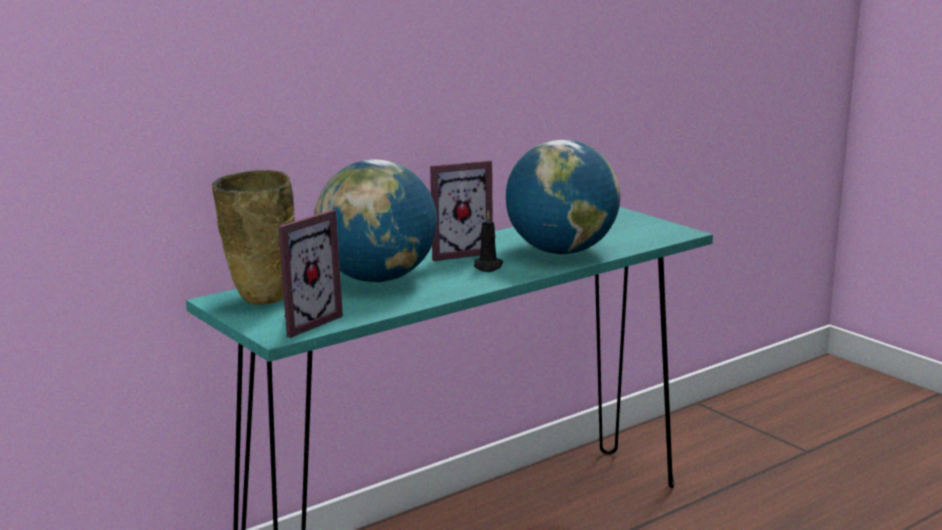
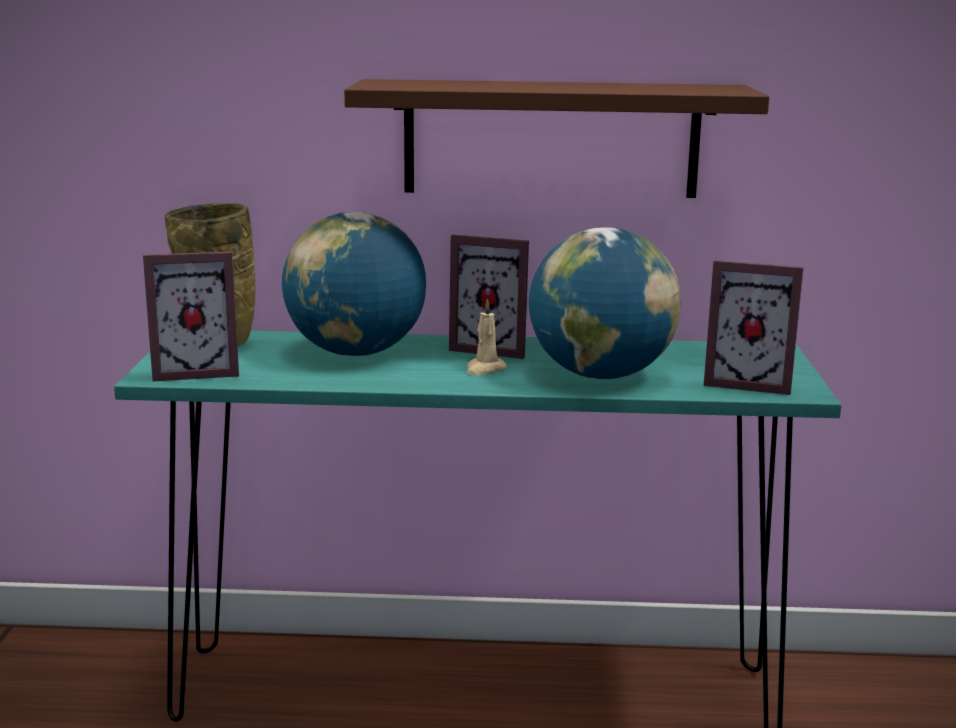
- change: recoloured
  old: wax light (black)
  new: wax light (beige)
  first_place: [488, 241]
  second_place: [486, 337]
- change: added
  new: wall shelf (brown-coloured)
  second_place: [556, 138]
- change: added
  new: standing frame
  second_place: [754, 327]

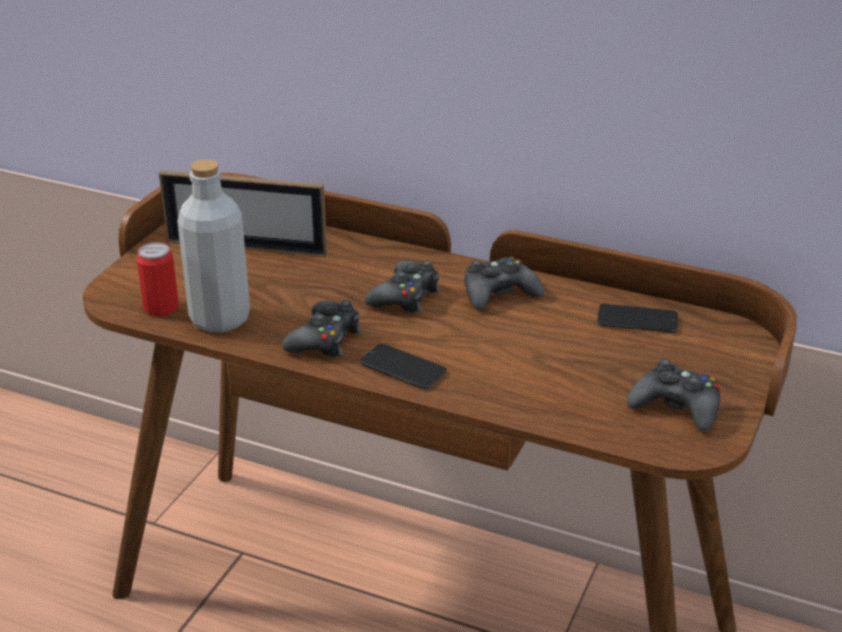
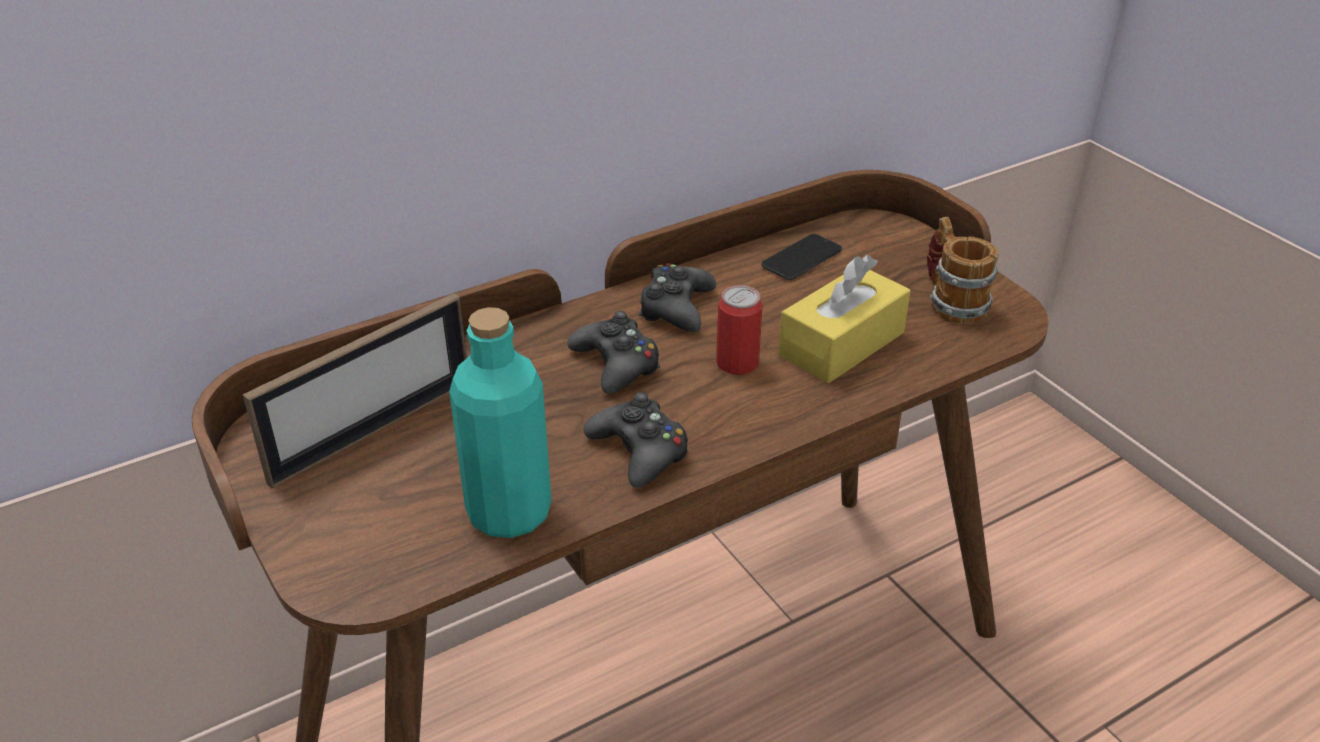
- change: recoloured
  old: beverage bottle (greyish)
  new: beverage bottle (blue-green)
  first_place: [213, 245]
  second_place: [500, 422]
- change: moved
  old: metal can
  first_place: [157, 279]
  second_place: [739, 330]
- change: removed
  old: handset
  first_place: [403, 366]
- change: replaced
  old: gamepad (black)
  new: coffee mug
  first_place: [673, 395]
  second_place: [962, 270]
- change: added
  new: box of tissues (yellowish)
  second_place: [844, 319]

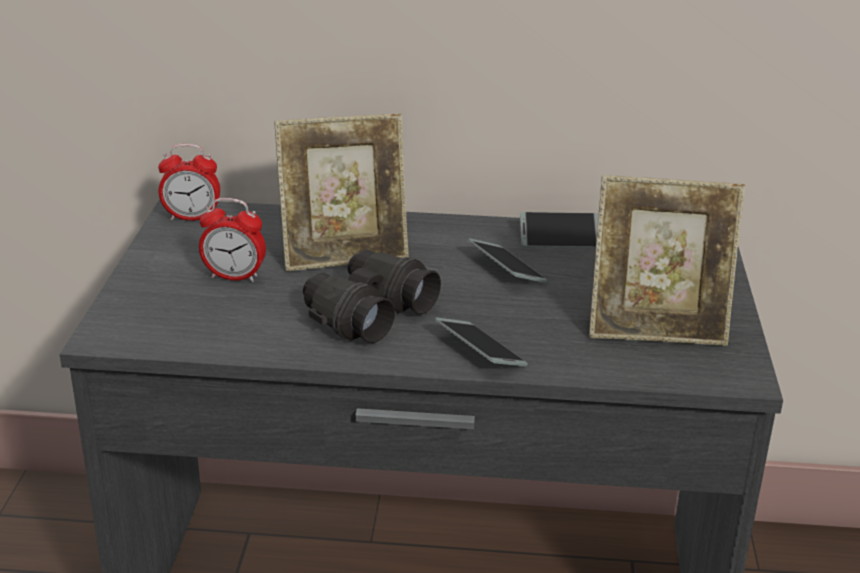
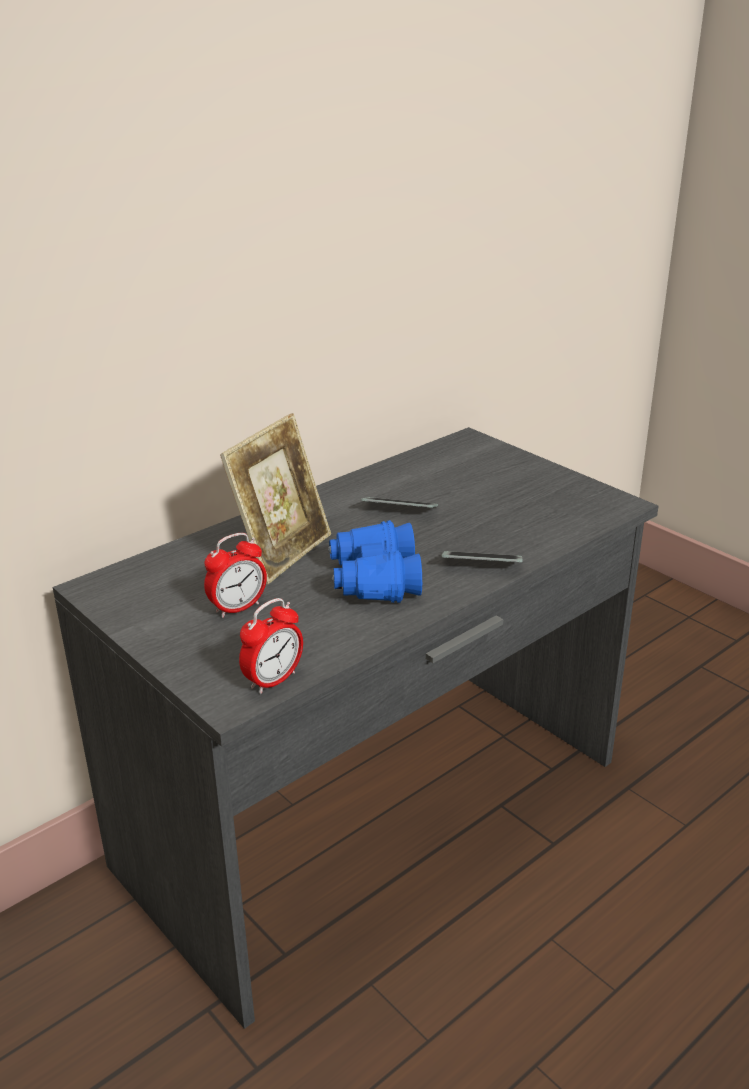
- change: moved
  old: table clock
  first_place: [189, 182]
  second_place: [271, 646]
- change: removed
  old: standing frame
  first_place: [667, 260]
- change: removed
  old: handset
  first_place: [559, 230]
- change: recoloured
  old: binoculars (black)
  new: binoculars (bluish)
  first_place: [372, 296]
  second_place: [375, 561]

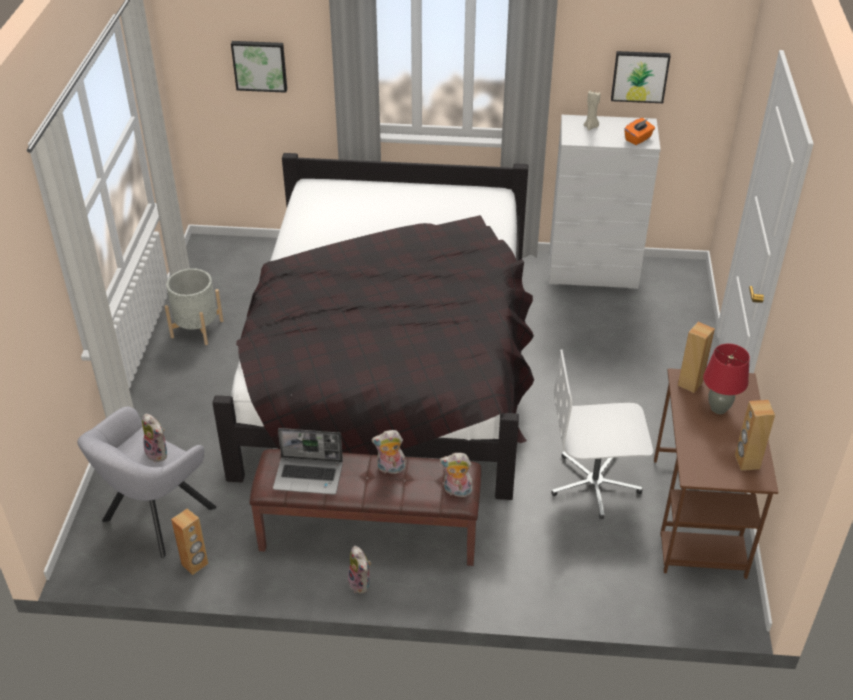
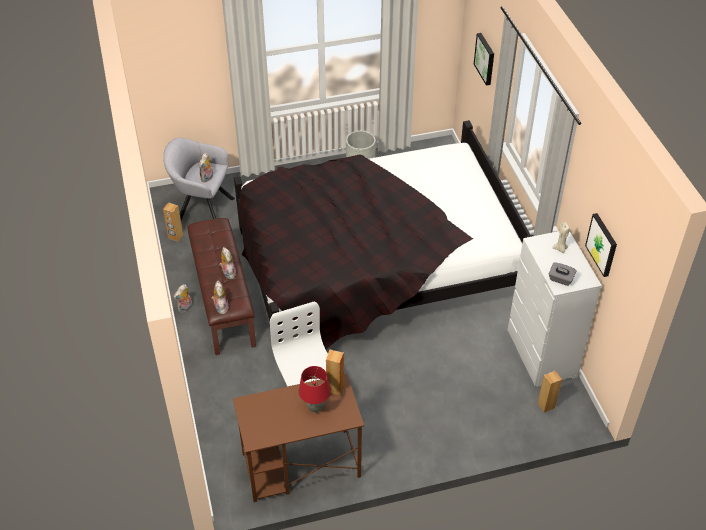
- change: recoloured
  old: box of tissues (orangey)
  new: box of tissues (greyish)
  first_place: [639, 131]
  second_place: [563, 274]
- change: moved
  old: audio speaker (brown-coloured)
  first_place: [755, 435]
  second_place: [549, 392]
- change: removed
  old: portable computer
  first_place: [308, 461]

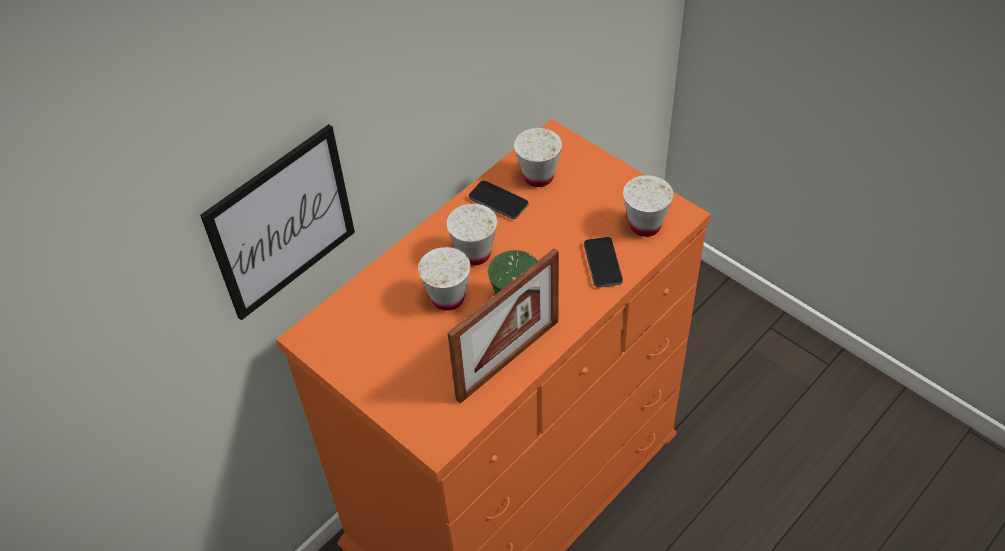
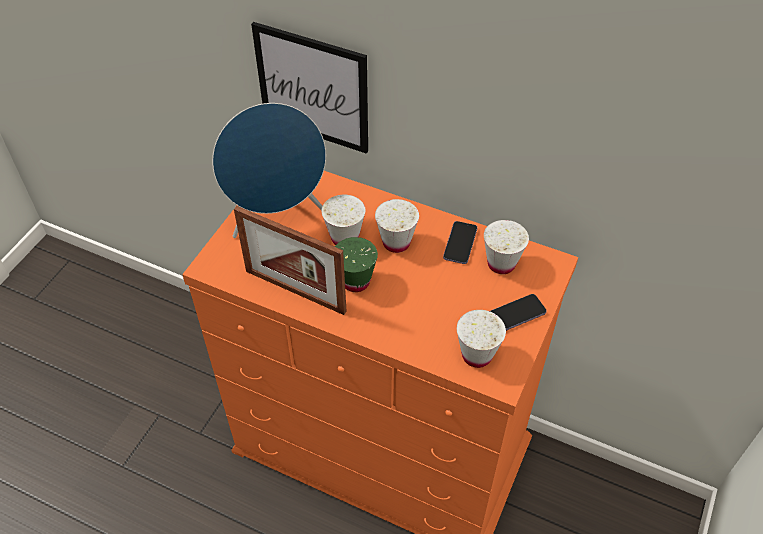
- change: moved
  old: handset
  first_place: [603, 262]
  second_place: [518, 312]
- change: added
  new: audio speaker (bluish)
  second_place: [269, 170]

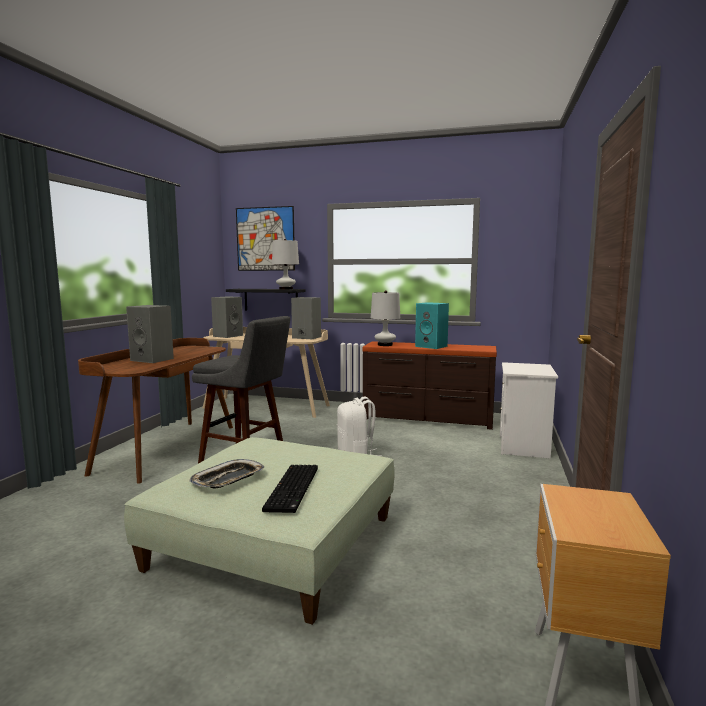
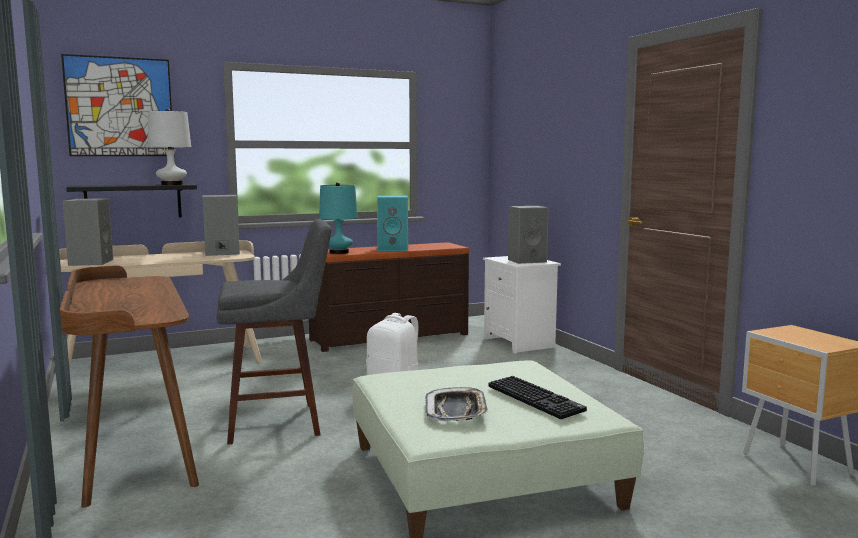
- change: recoloured
  old: lamp for a table (white-coloured)
  new: lamp for a table (blue-green)
  first_place: [385, 318]
  second_place: [338, 218]
- change: moved
  old: audio speaker (greyish)
  first_place: [150, 334]
  second_place: [528, 235]

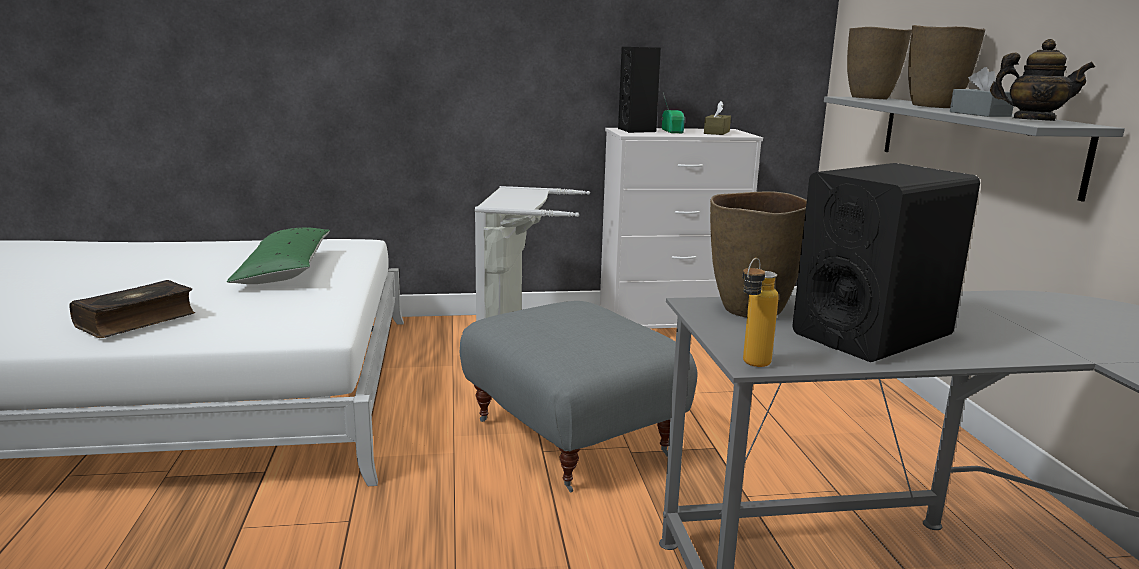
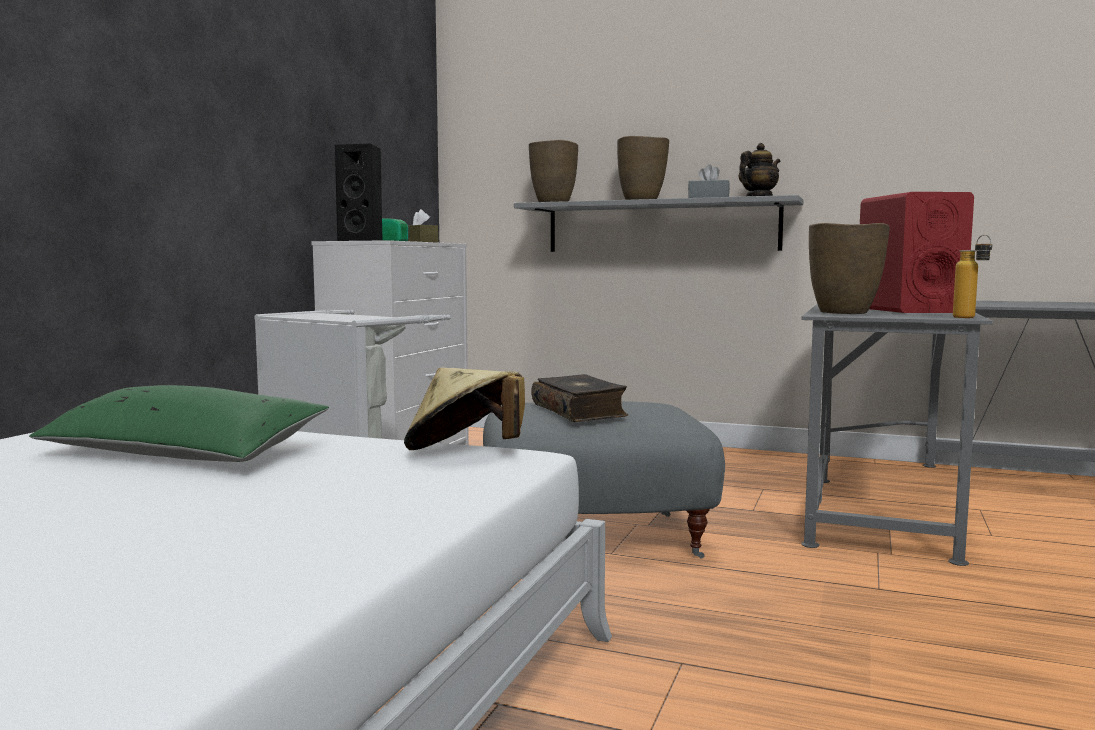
- change: recoloured
  old: audio speaker (black)
  new: audio speaker (red-coloured)
  first_place: [886, 262]
  second_place: [917, 252]
- change: moved
  old: book
  first_place: [132, 309]
  second_place: [579, 398]
- change: added
  new: hat (beige)
  second_place: [464, 408]

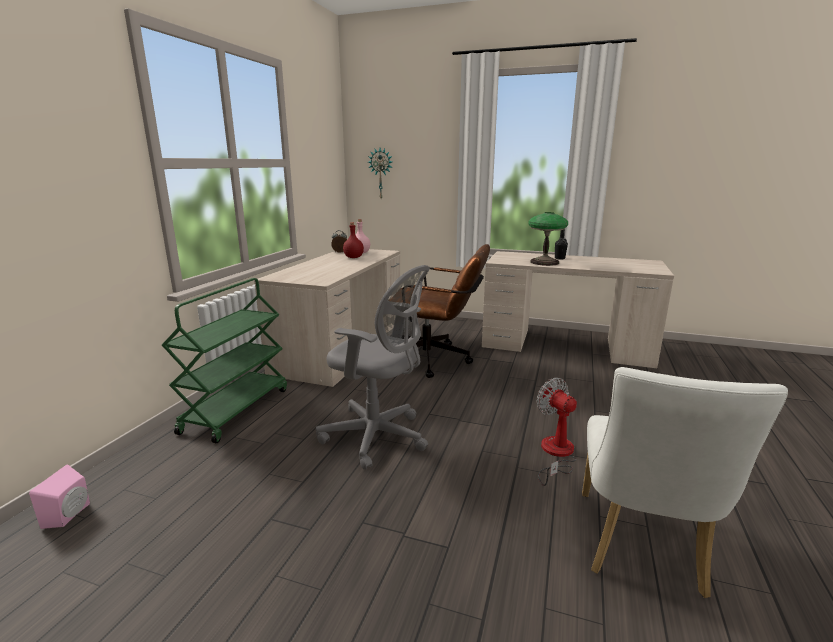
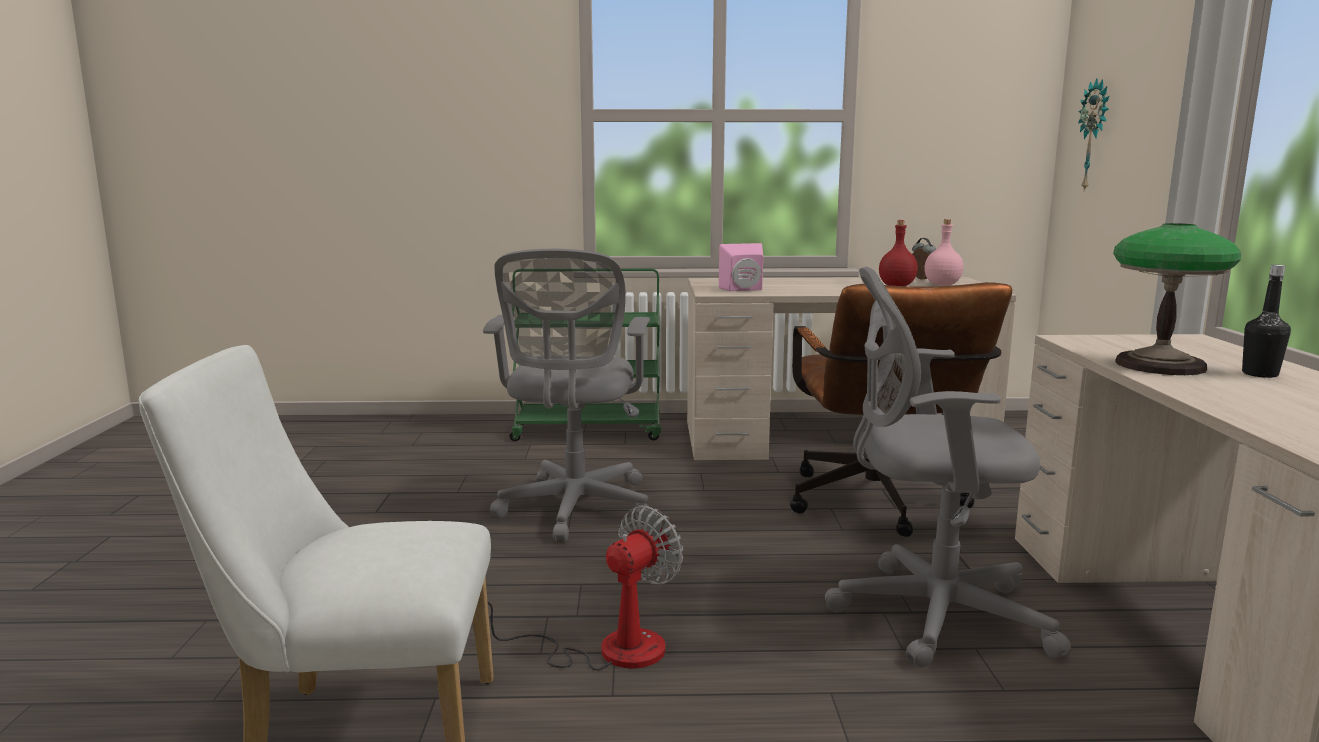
- change: moved
  old: audio speaker (pink)
  first_place: [59, 496]
  second_place: [741, 267]
- change: added
  new: desk chair (greyish)
  second_place: [948, 467]

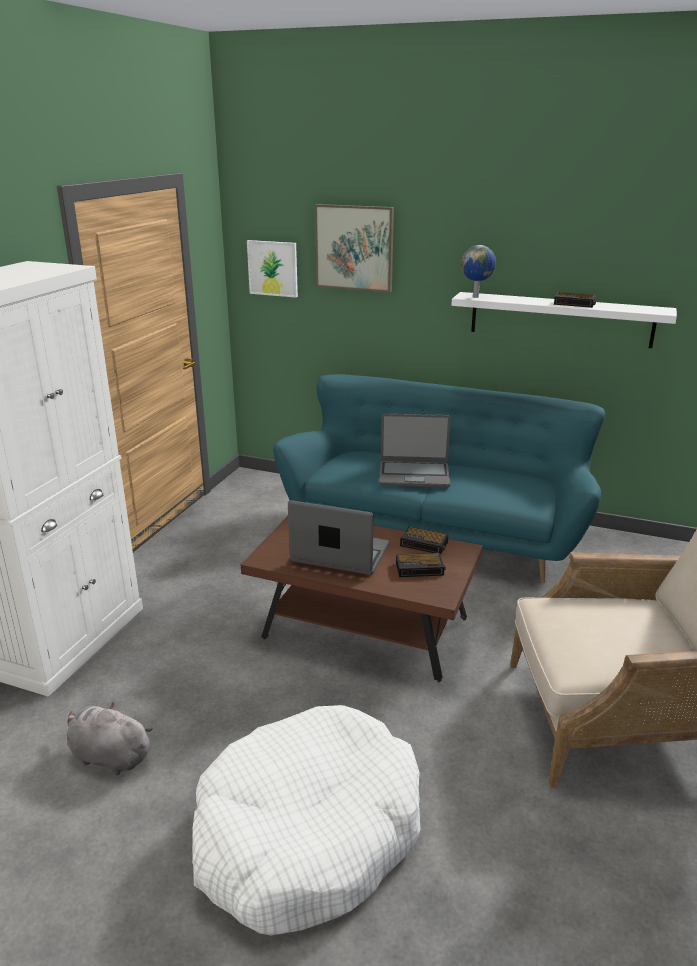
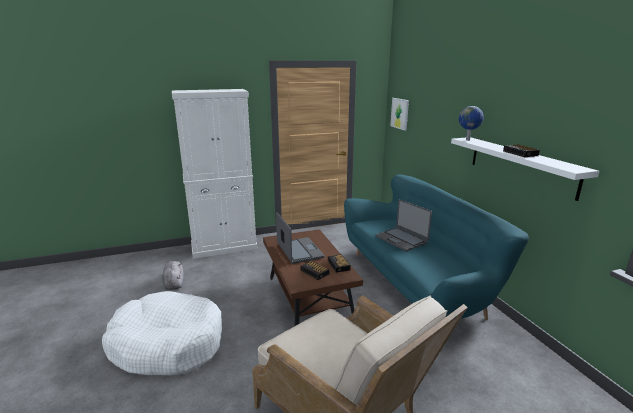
- change: removed
  old: picture
  first_place: [354, 248]

